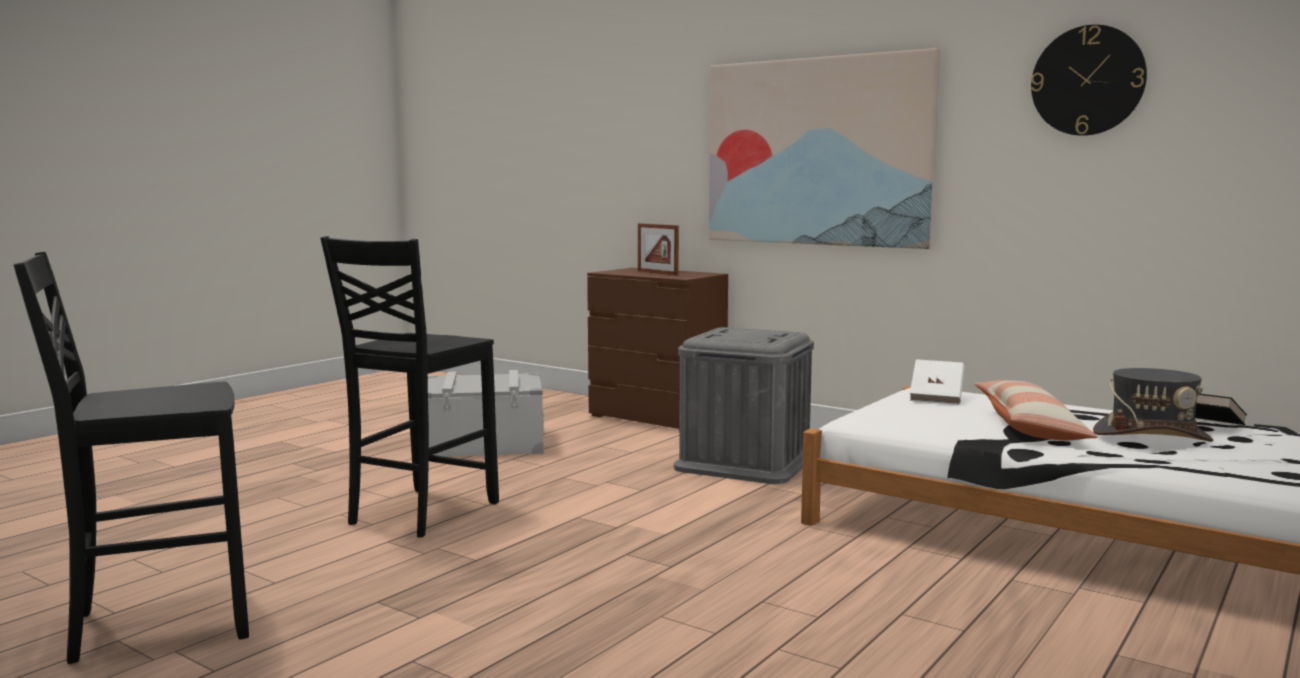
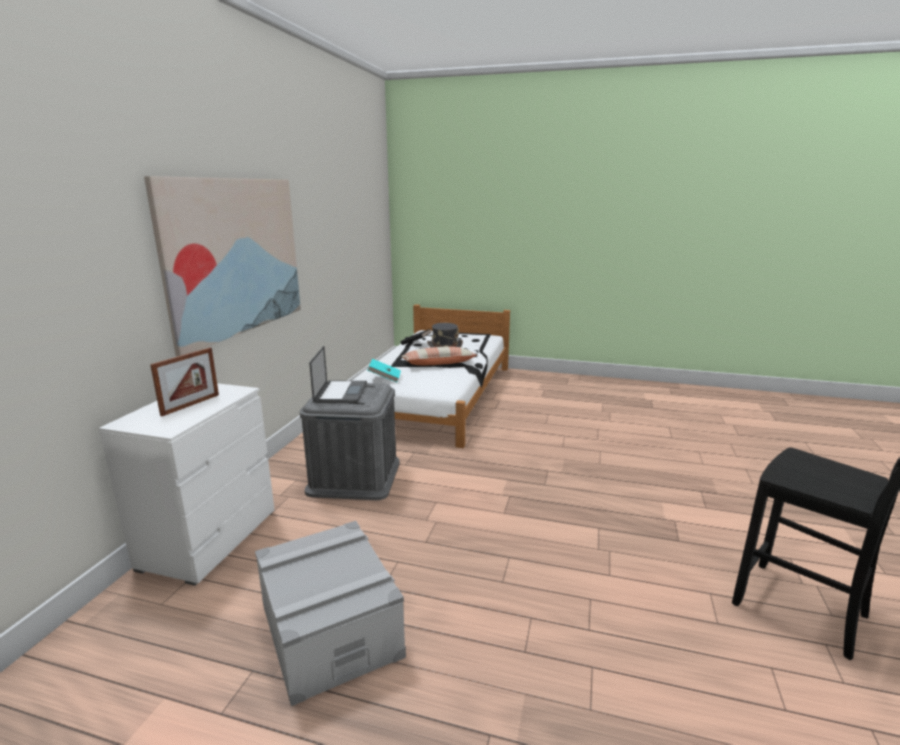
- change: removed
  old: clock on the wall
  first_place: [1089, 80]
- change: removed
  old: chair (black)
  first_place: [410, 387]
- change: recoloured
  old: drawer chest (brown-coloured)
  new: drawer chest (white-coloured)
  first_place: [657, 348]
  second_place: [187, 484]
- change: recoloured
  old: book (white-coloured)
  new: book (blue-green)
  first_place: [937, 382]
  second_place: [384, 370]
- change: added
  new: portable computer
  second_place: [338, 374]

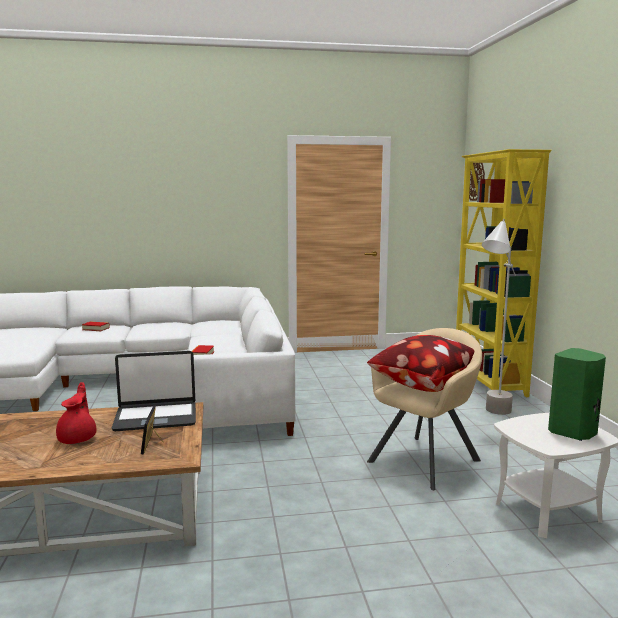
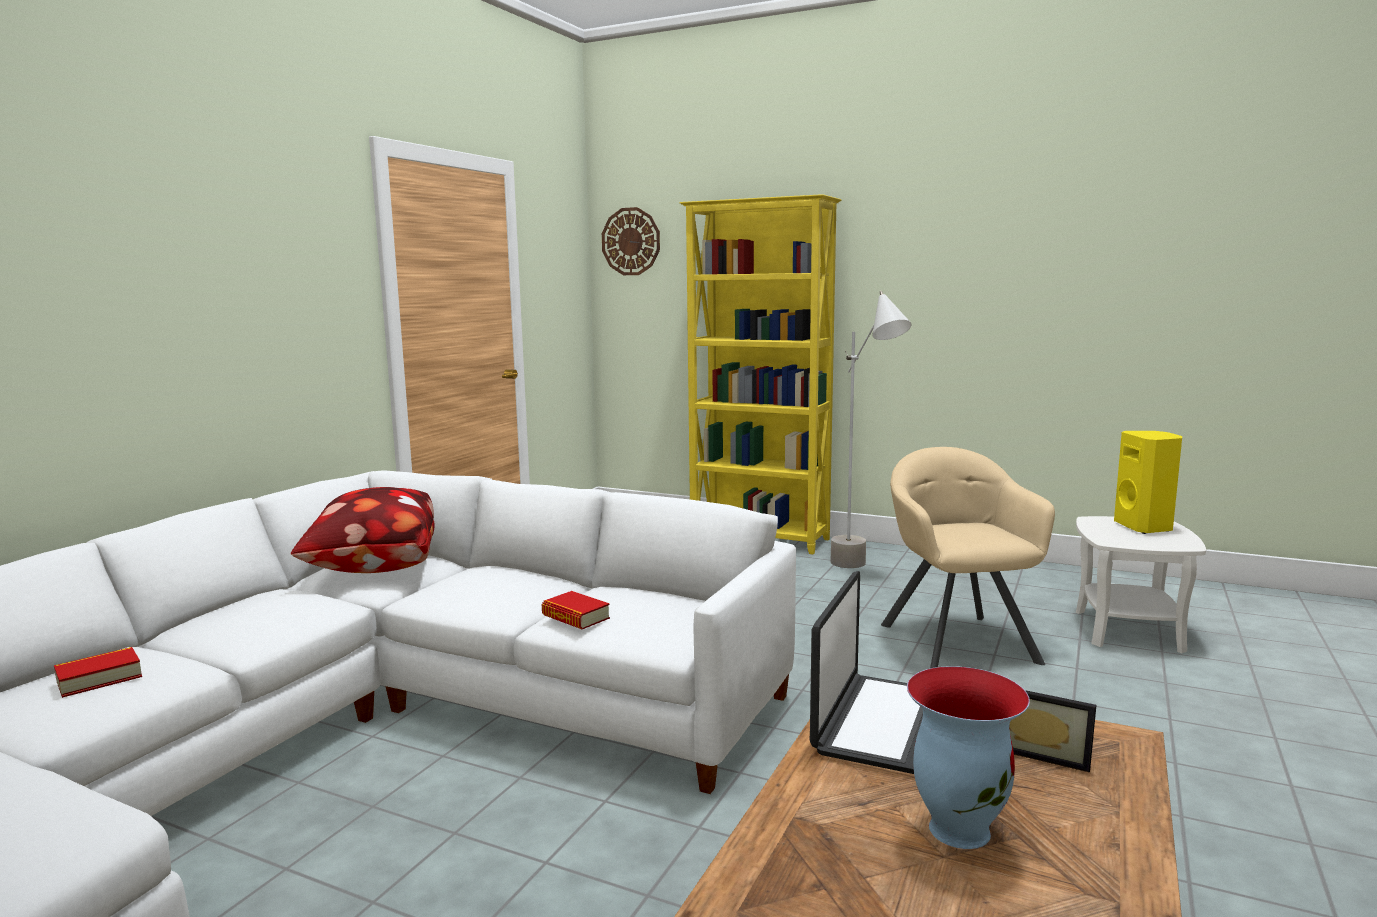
- change: moved
  old: pillow
  first_place: [421, 363]
  second_place: [362, 530]
- change: recoloured
  old: audio speaker (green-coloured)
  new: audio speaker (yellowish)
  first_place: [577, 394]
  second_place: [1148, 482]
- change: replaced
  old: pot for tea (red-coloured)
  new: flower vase
  first_place: [76, 413]
  second_place: [968, 757]

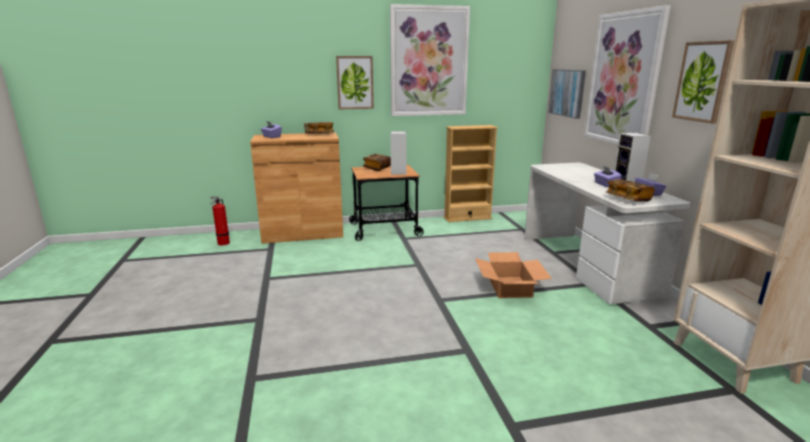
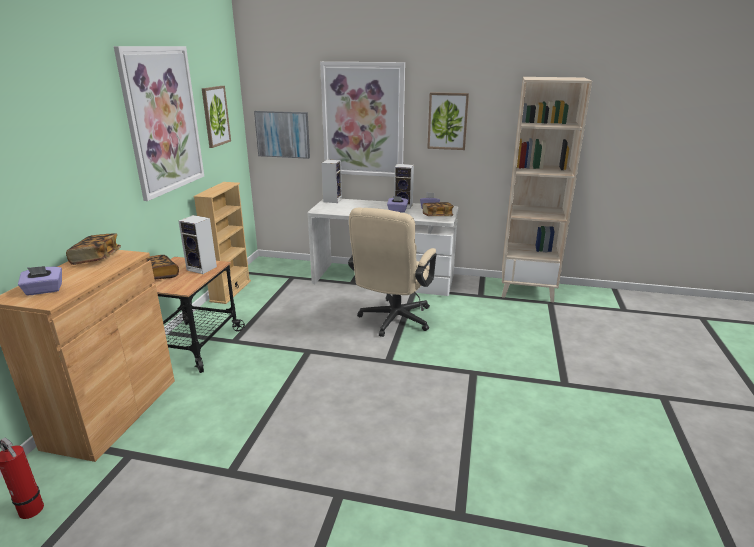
- change: moved
  old: picture
  first_place: [355, 82]
  second_place: [216, 117]
- change: replaced
  old: packing box
  new: desk chair (beige)
  first_place: [513, 275]
  second_place: [392, 272]
- change: added
  new: audio speaker
  second_place: [332, 181]

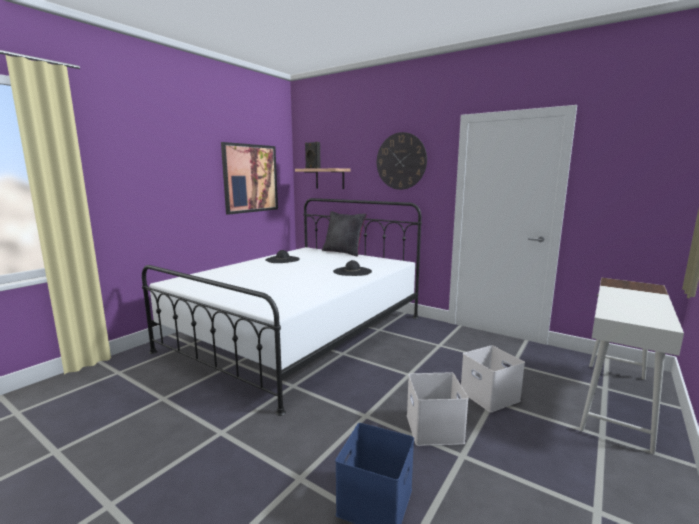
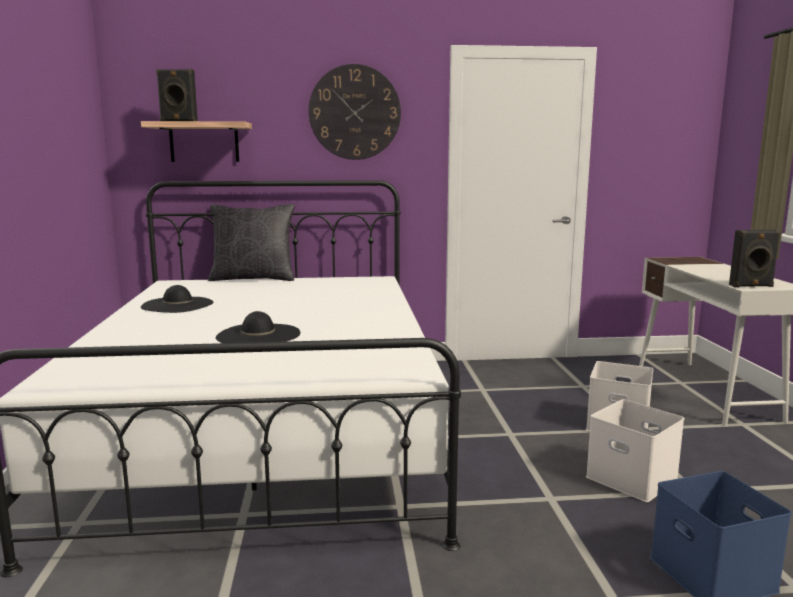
- change: removed
  old: picture
  first_place: [249, 178]
- change: moved
  old: hat (black)
  first_place: [352, 268]
  second_place: [258, 327]
- change: added
  new: audio speaker (black)
  second_place: [755, 258]

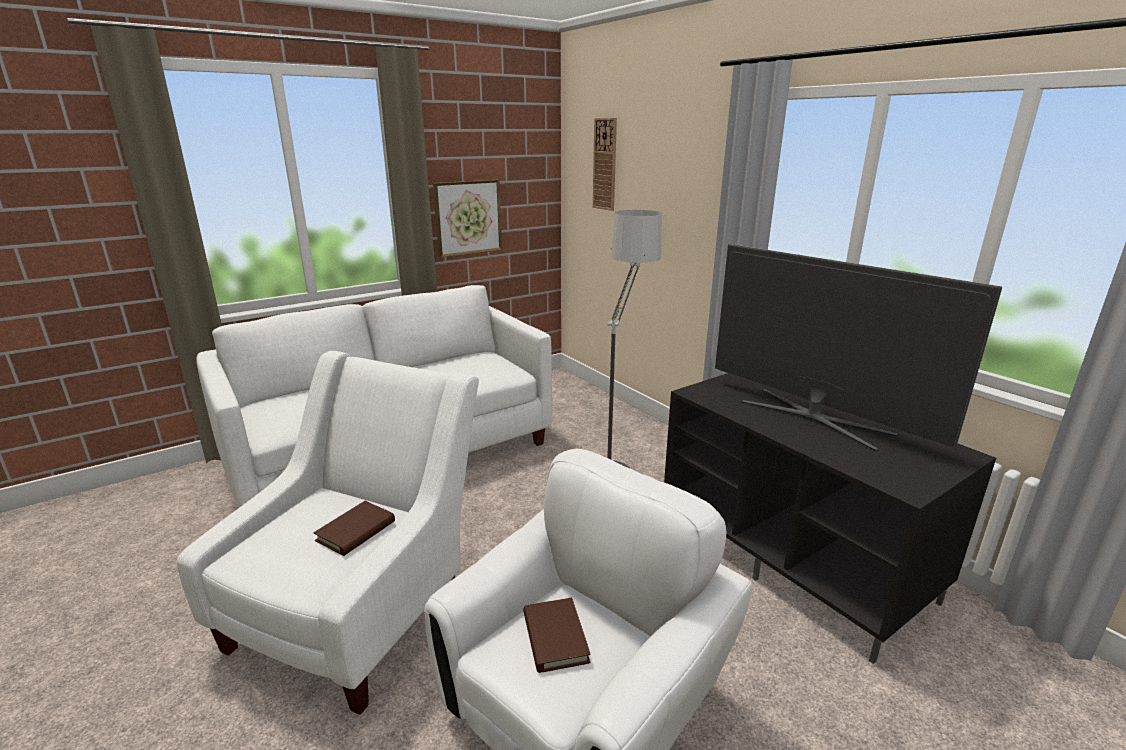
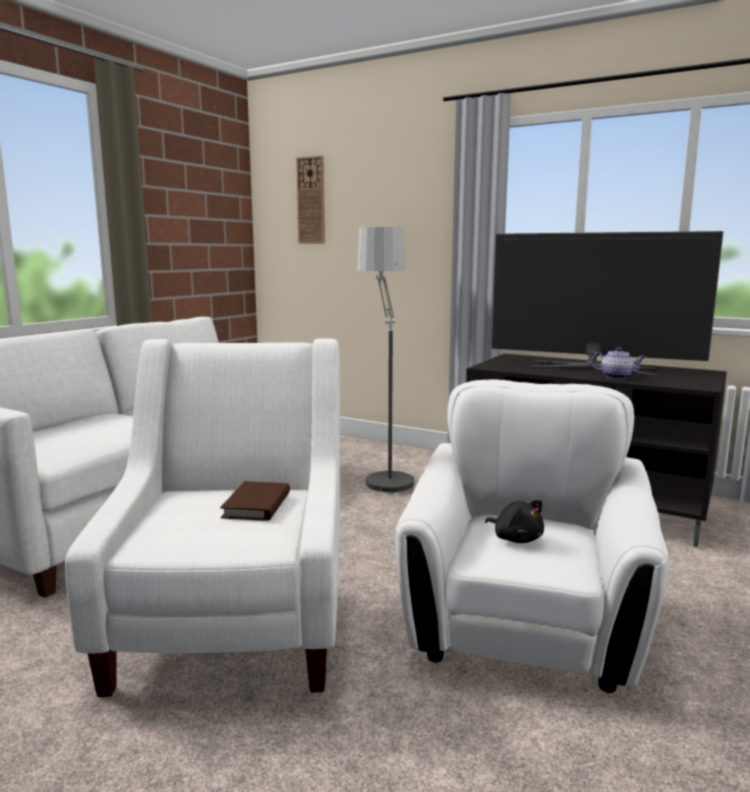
- change: removed
  old: picture
  first_place: [467, 219]
- change: replaced
  old: book (brown-coloured)
  new: soft toy (black)
  first_place: [557, 635]
  second_place: [514, 521]
- change: added
  new: pot for tea
  second_place: [618, 363]

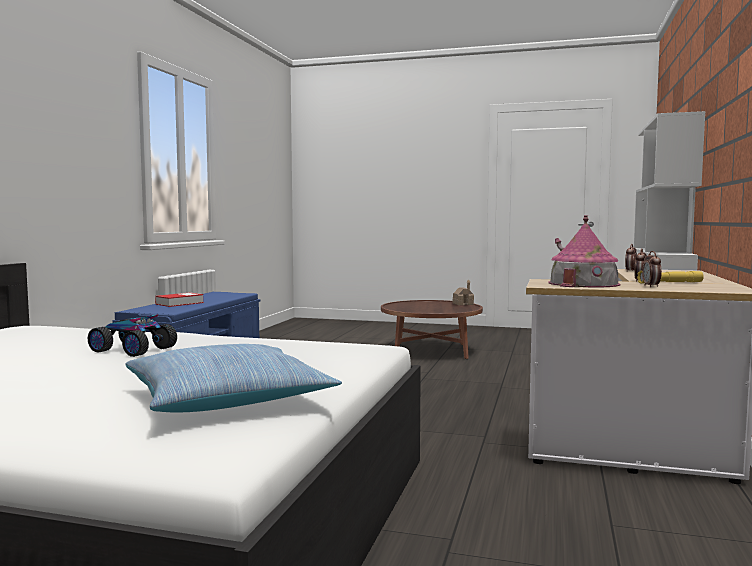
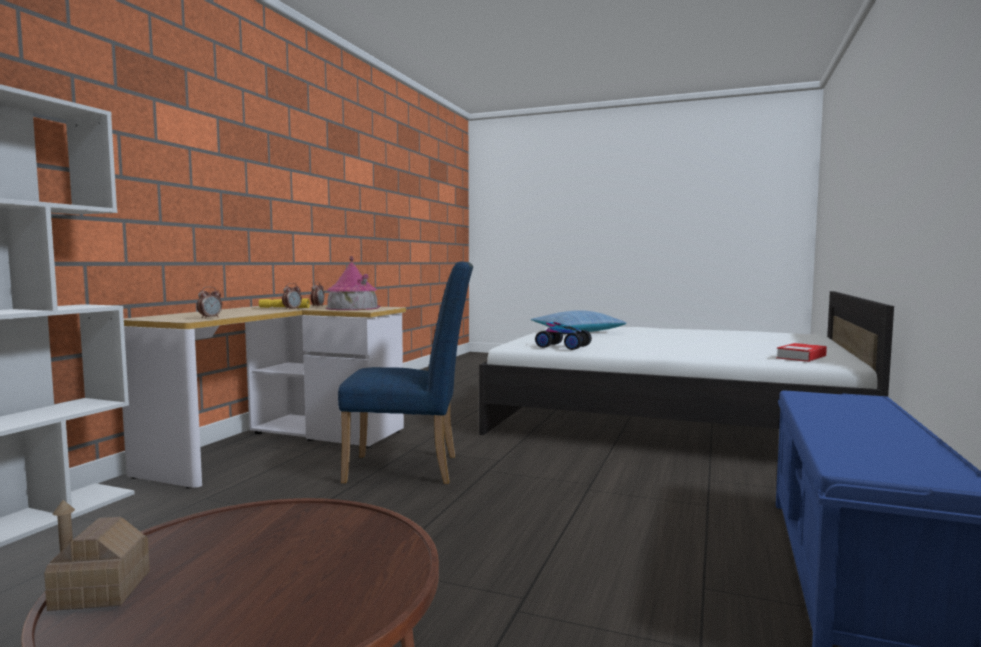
- change: moved
  old: book
  first_place: [179, 299]
  second_place: [801, 352]
- change: moved
  old: model car
  first_place: [132, 335]
  second_place: [563, 336]
- change: added
  new: chair (bluish)
  second_place: [405, 373]

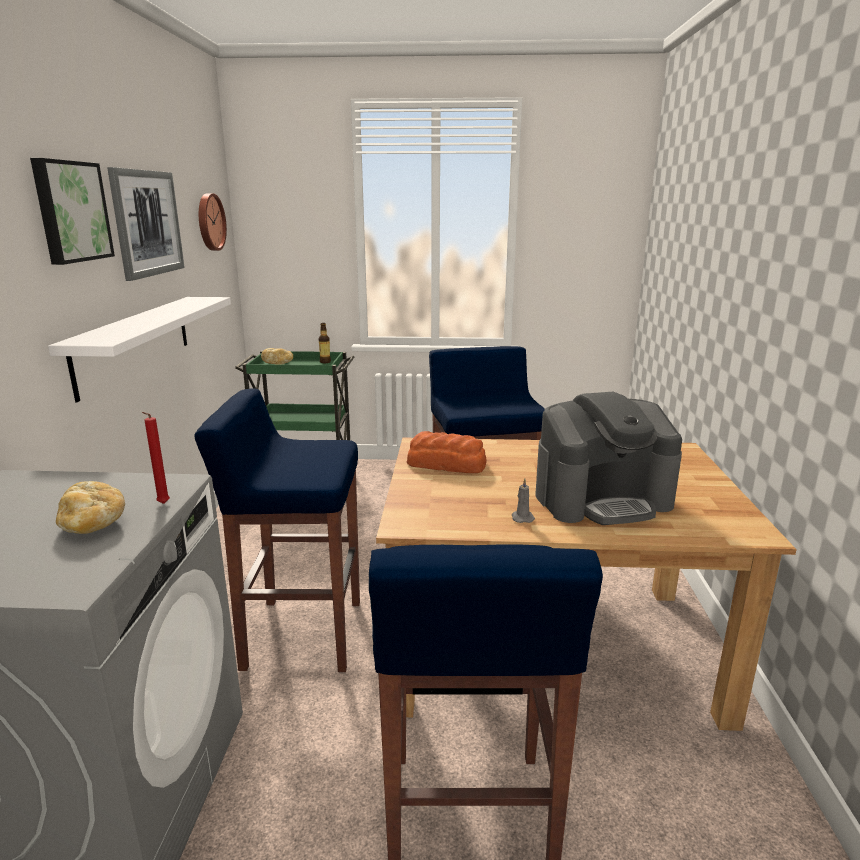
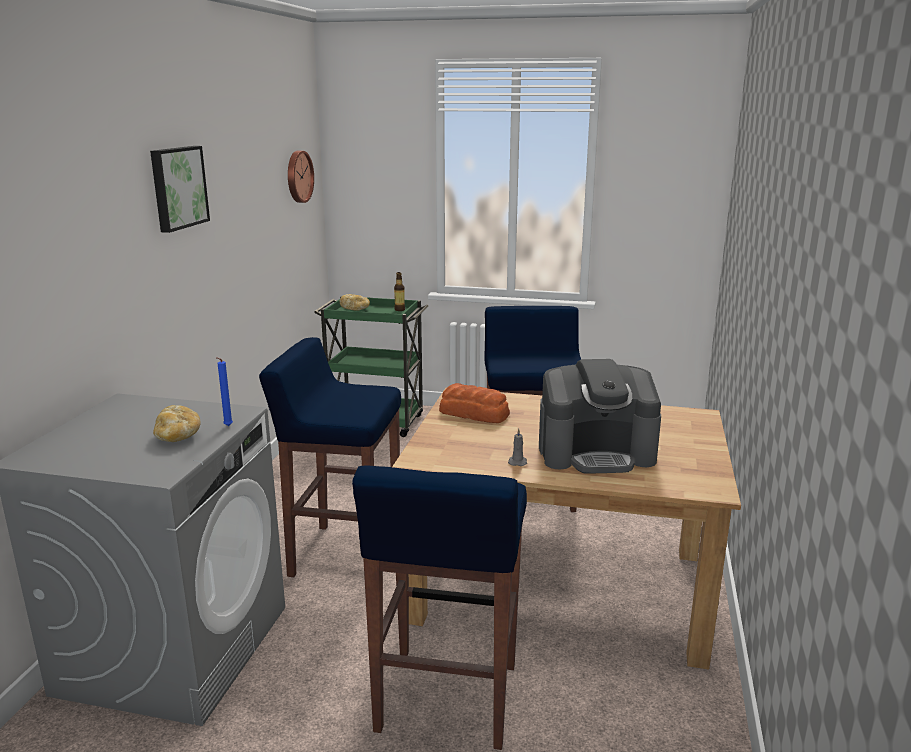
- change: removed
  old: picture
  first_place: [146, 224]
- change: removed
  old: wall shelf (white-coloured)
  first_place: [139, 349]
- change: recoloured
  old: wax light (red-coloured)
  new: wax light (bluish)
  first_place: [156, 458]
  second_place: [224, 391]

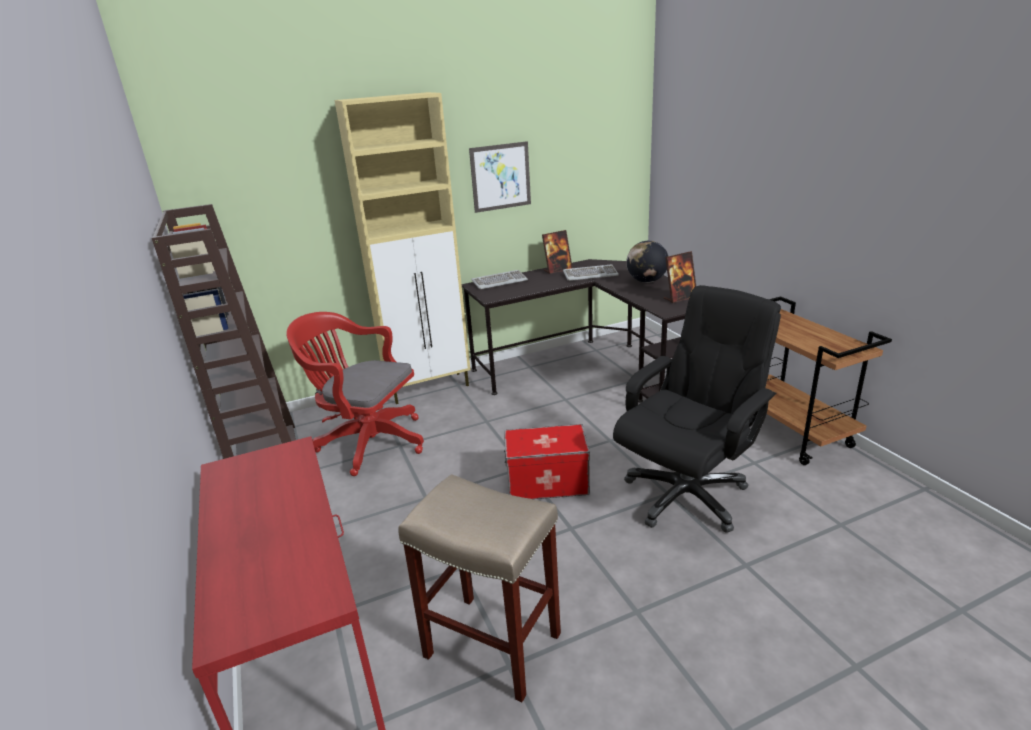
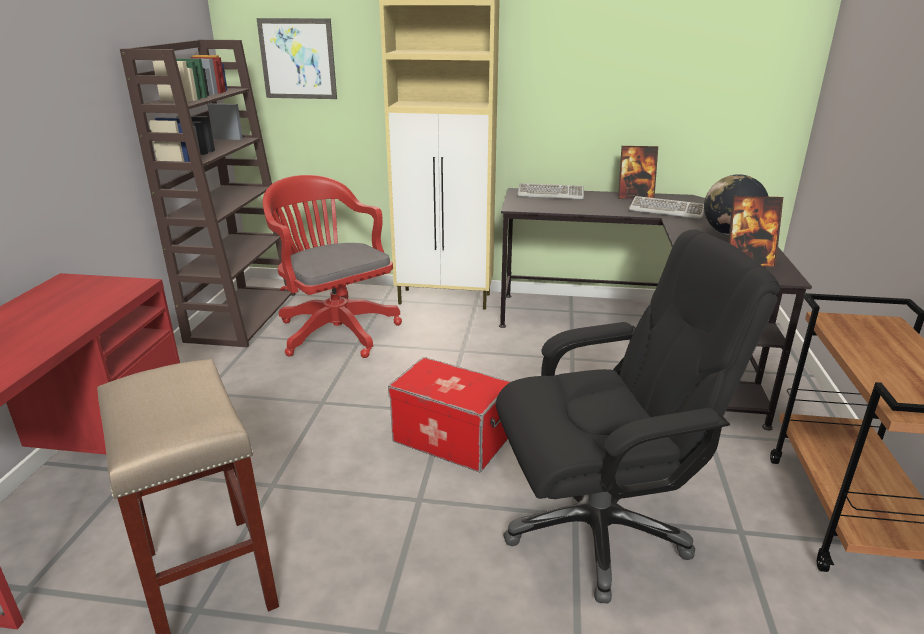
- change: moved
  old: picture
  first_place: [500, 177]
  second_place: [297, 58]

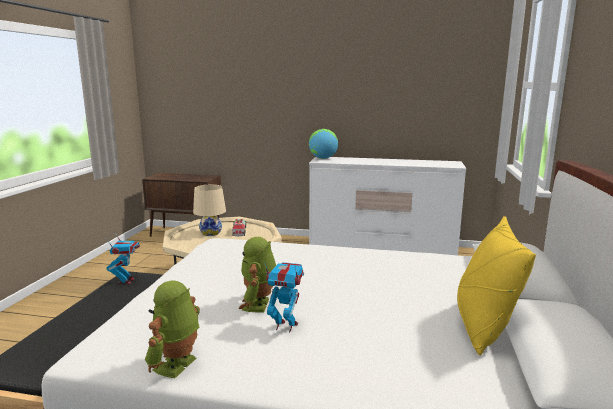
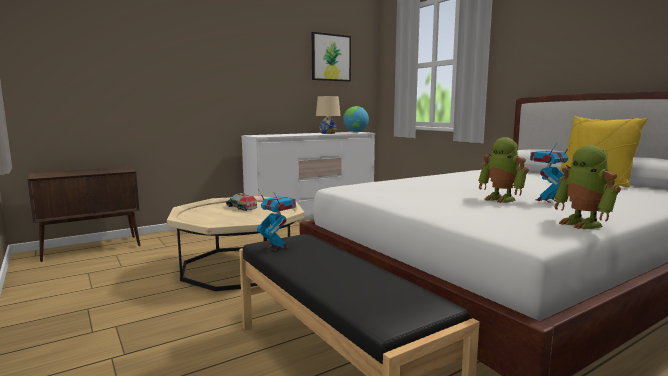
- change: moved
  old: desk globe
  first_place: [323, 144]
  second_place: [356, 119]
- change: moved
  old: lamp for a table (beige)
  first_place: [209, 210]
  second_place: [328, 115]
- change: added
  new: picture
  second_place: [331, 56]

